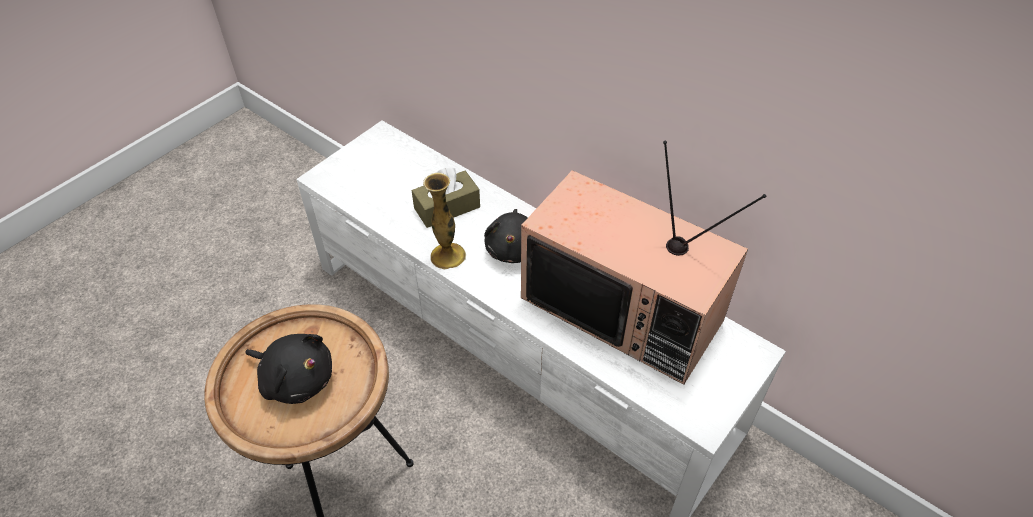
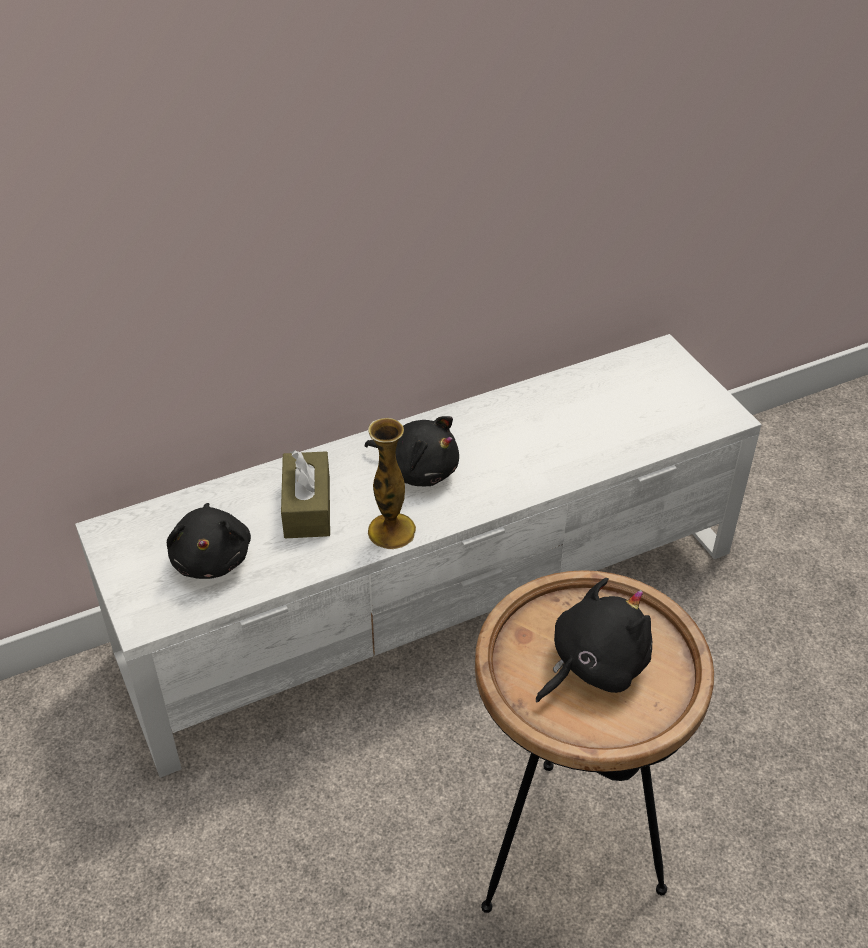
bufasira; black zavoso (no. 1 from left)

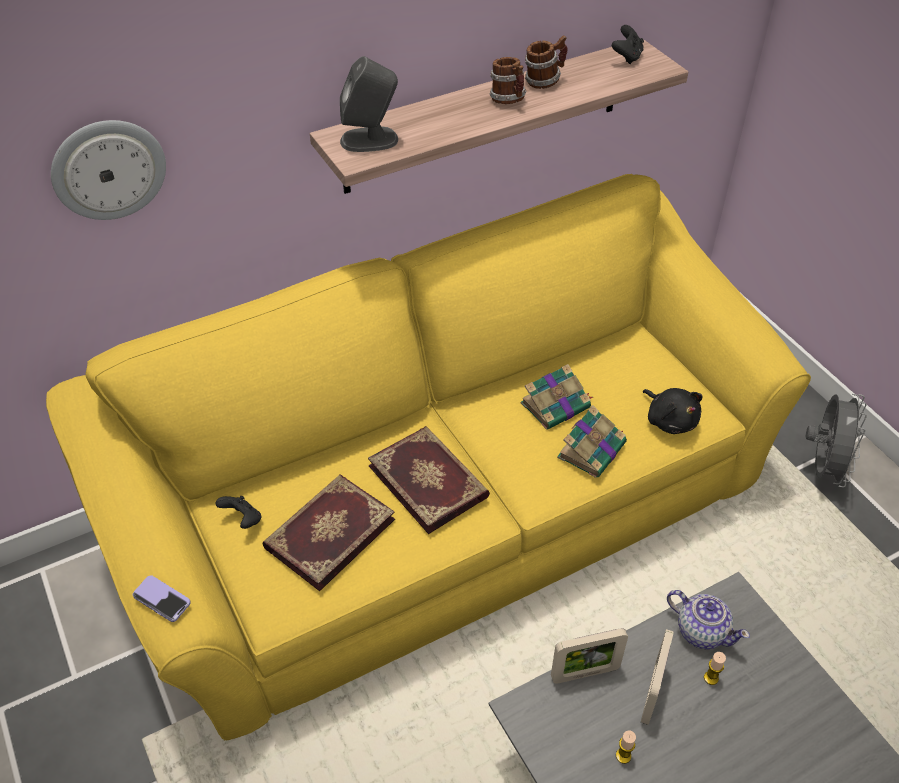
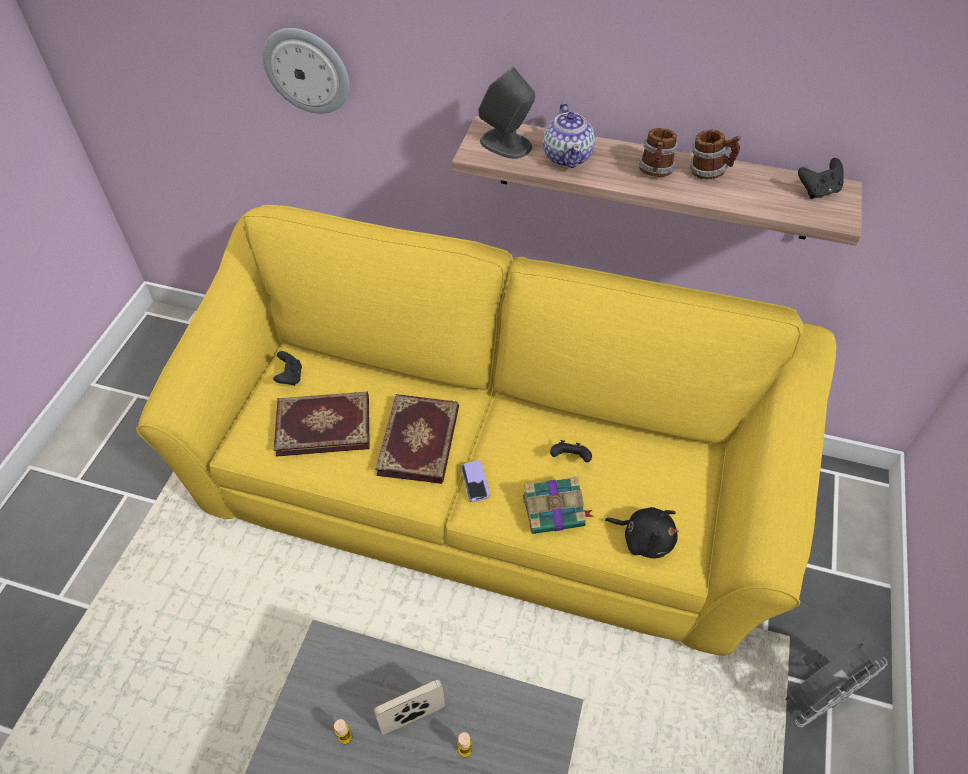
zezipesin (no. 1 from left in the first image); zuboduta; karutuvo; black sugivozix (no. 2 from left); black zavoso

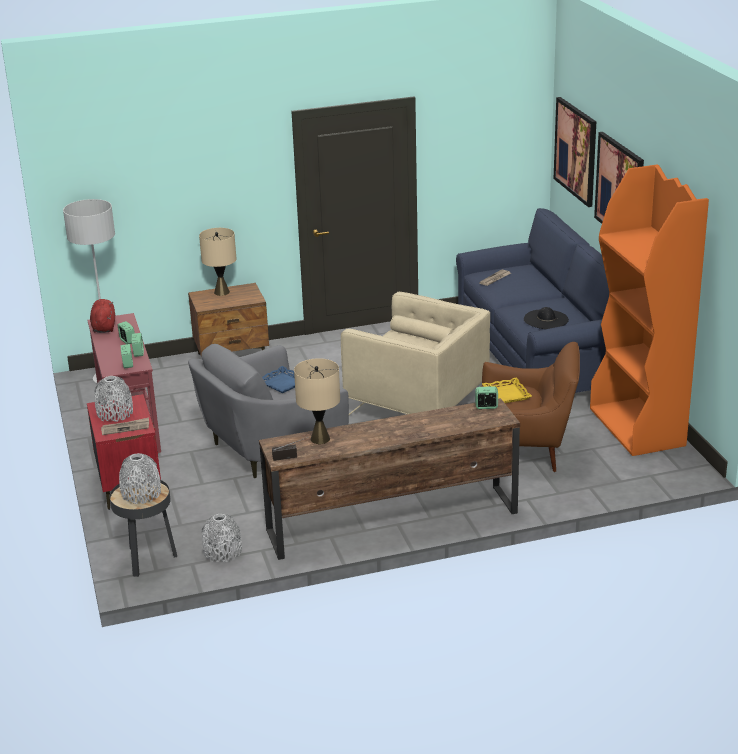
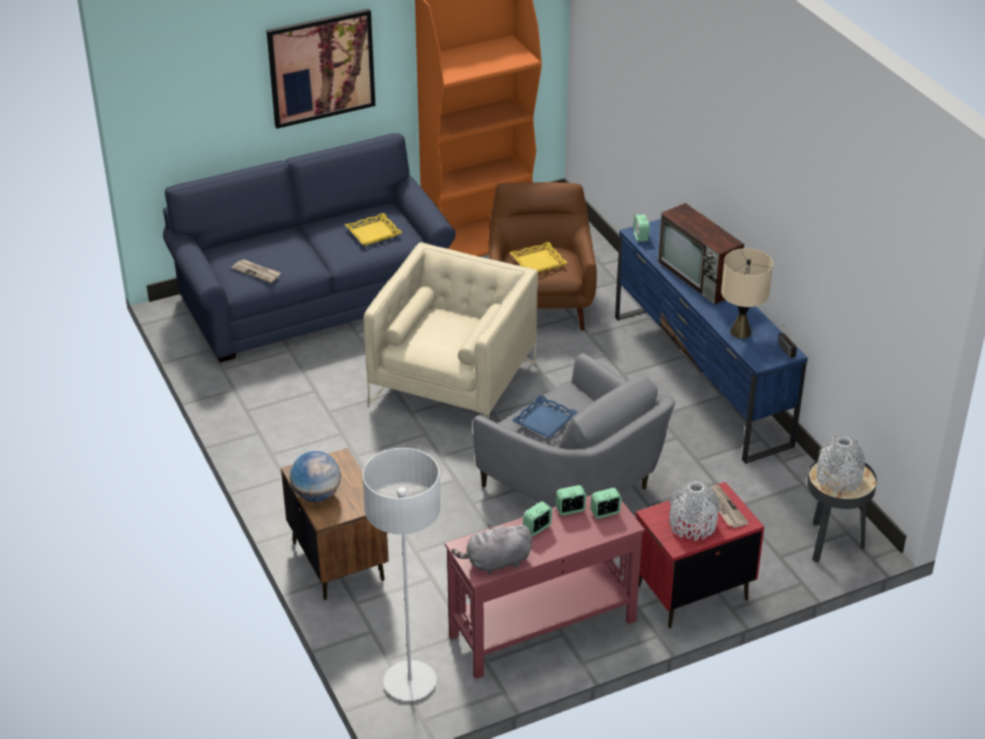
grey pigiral (no. 3 from left in the first image); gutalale (no. 1 from left in the first image); bufasira; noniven; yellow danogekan (no. 1 from left); grey zavoso; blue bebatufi

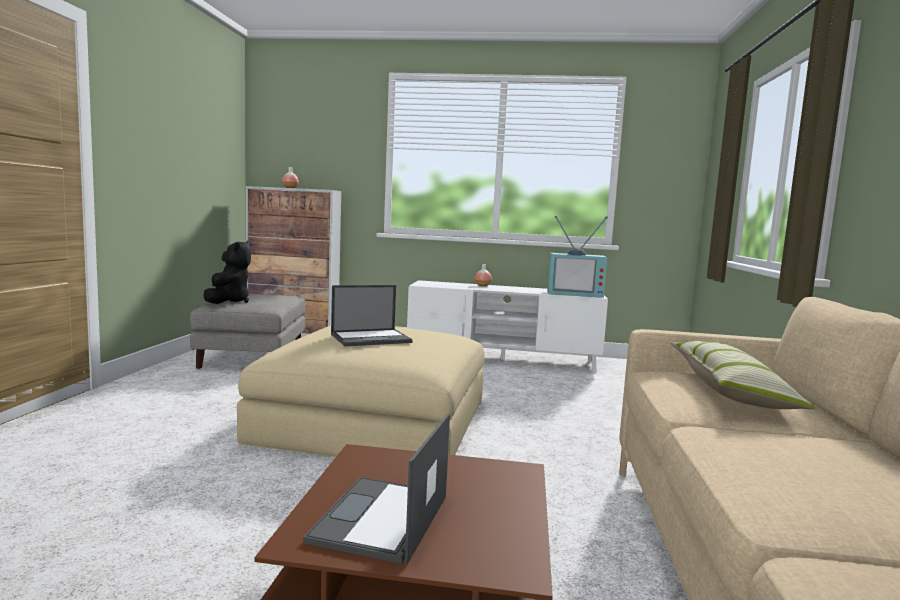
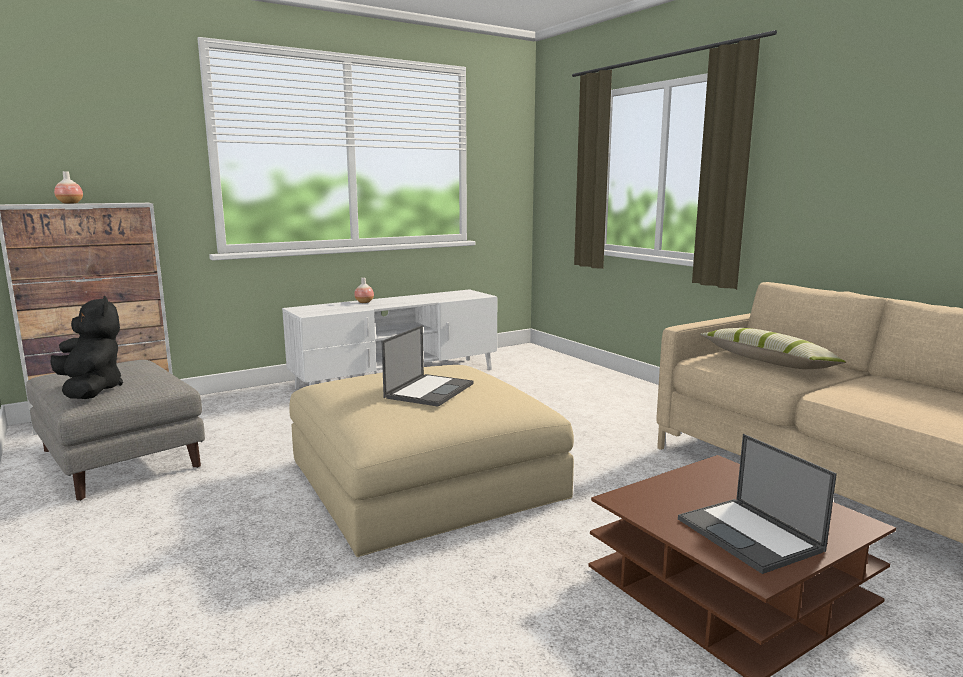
bufasira

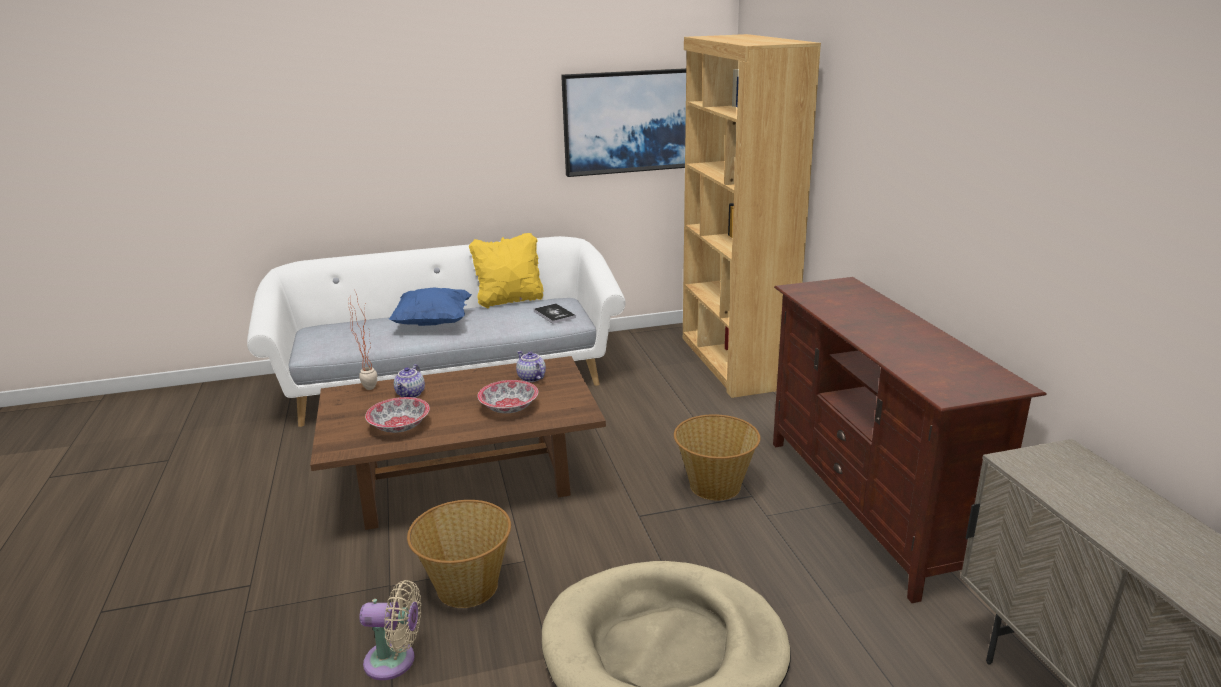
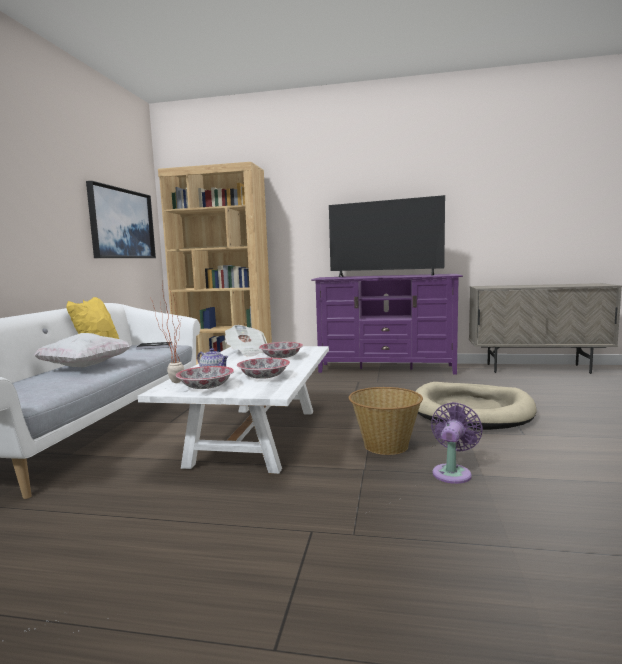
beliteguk (no. 2 from left in the first image); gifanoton (no. 1 from left); bufasira; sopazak; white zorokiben; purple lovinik; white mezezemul; purple bebatufi

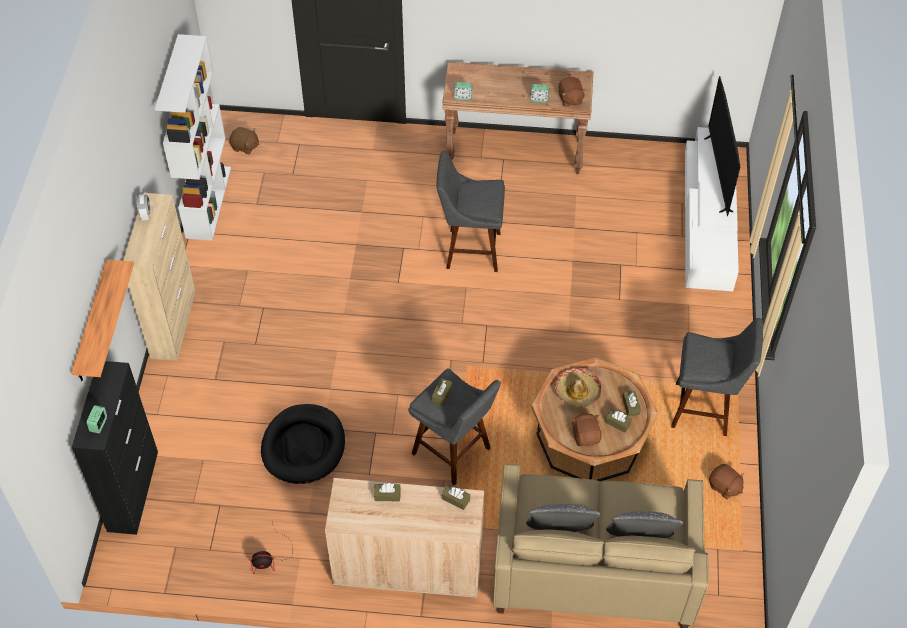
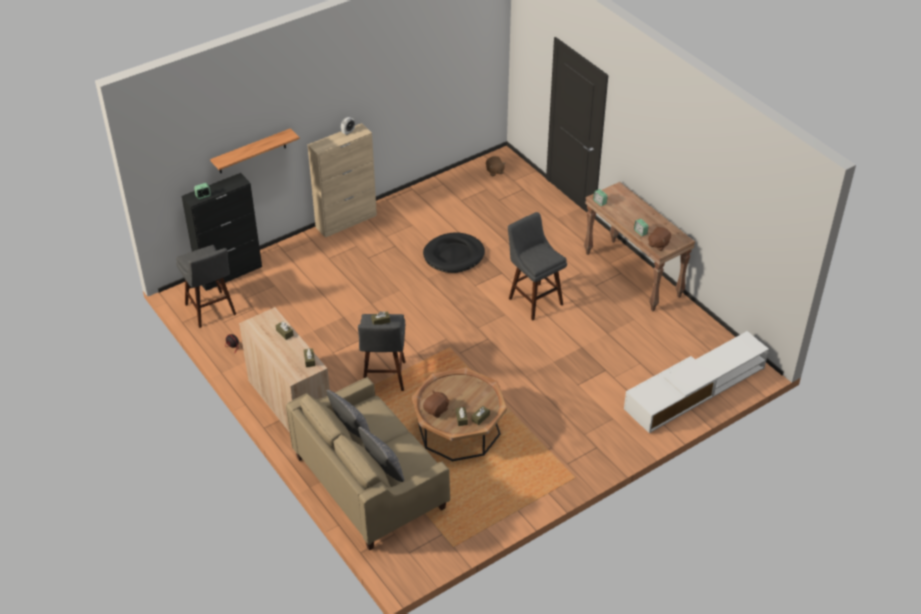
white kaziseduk; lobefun; bufasira; brown zavoso (no. 4 from left in the first image); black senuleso; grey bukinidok (no. 1 from left)

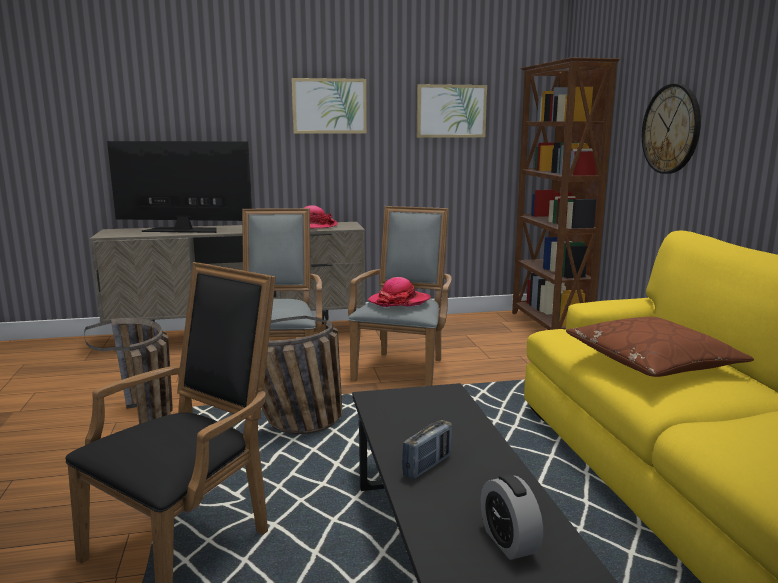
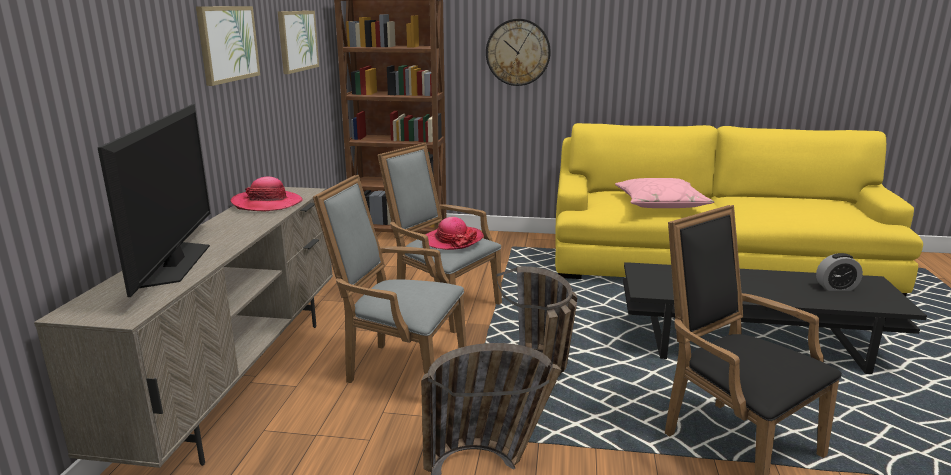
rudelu; pink mezezemul; bufasira

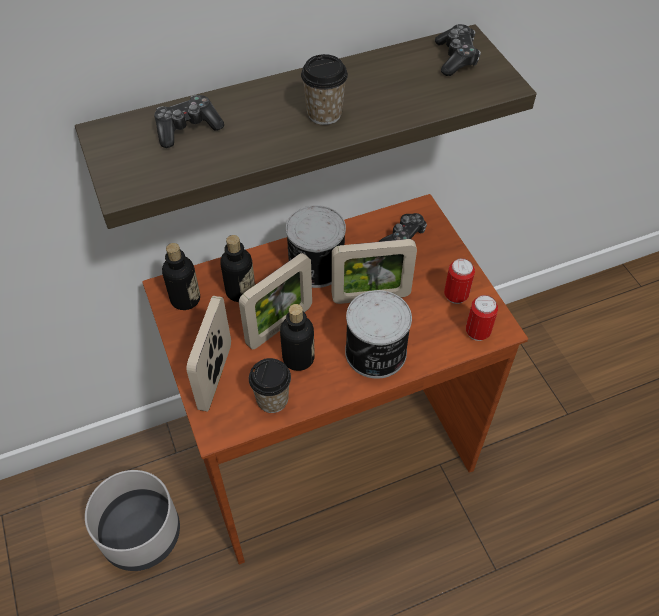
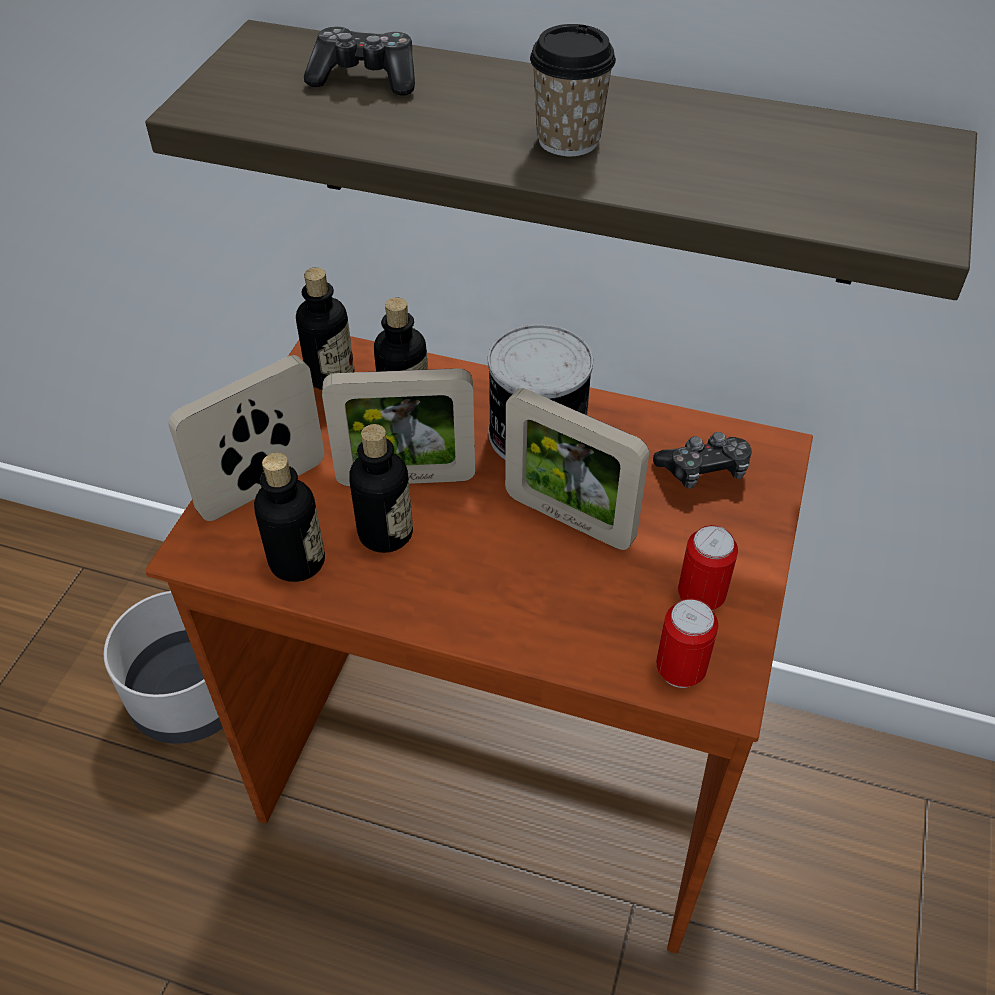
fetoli (no. 2 from left in the first image); sugivozix (no. 3 from left in the first image); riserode (no. 1 from left)

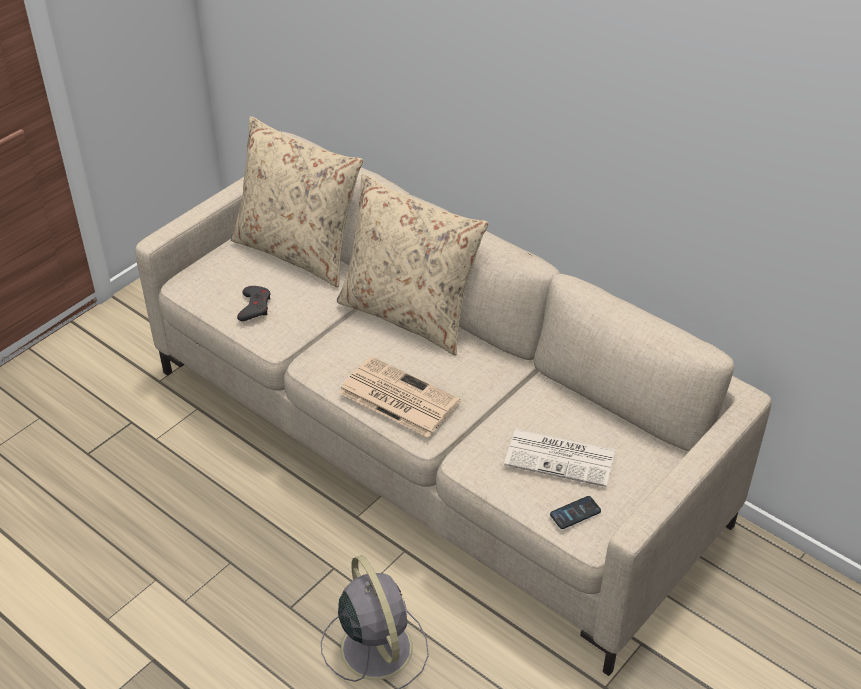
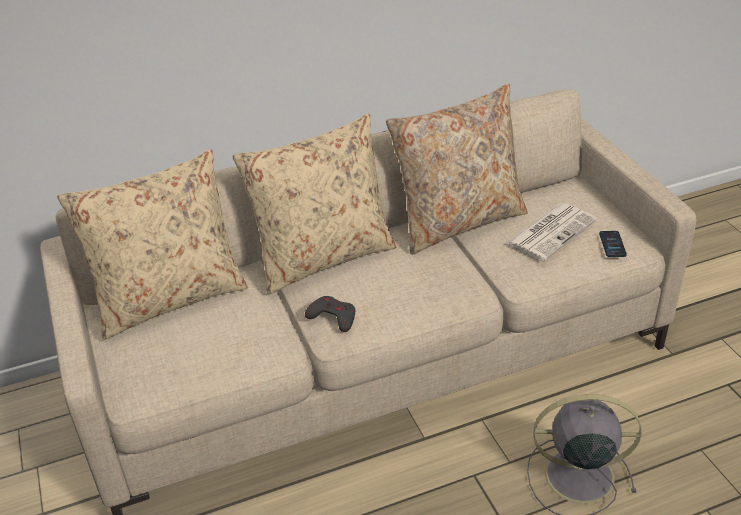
sopazak (no. 1 from left in the first image); beige mezezemul (no. 3 from left); grey sugivozix

